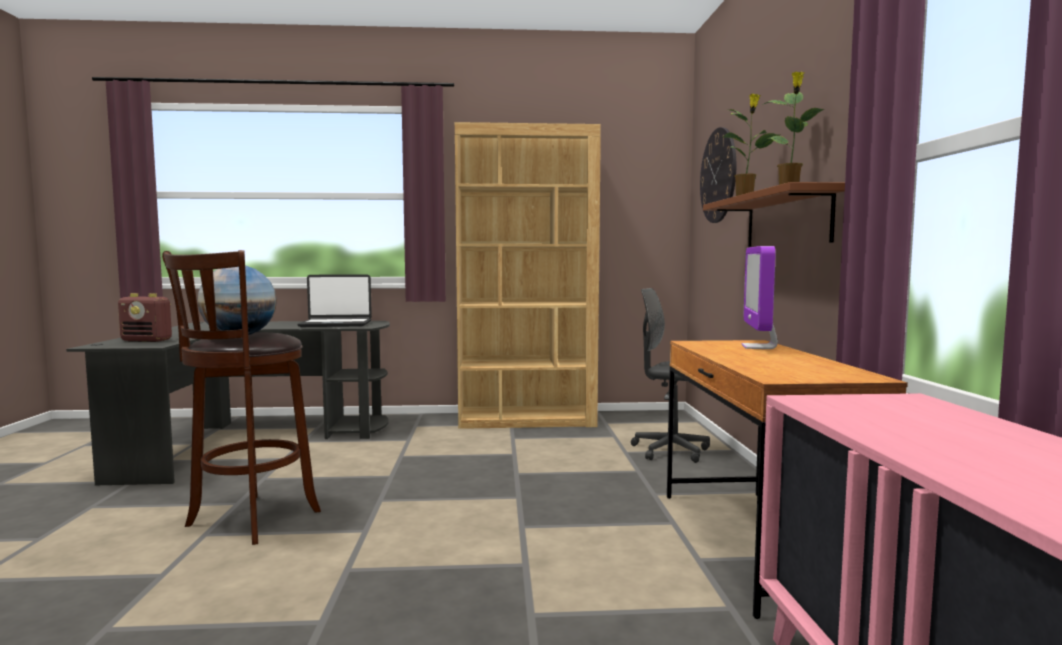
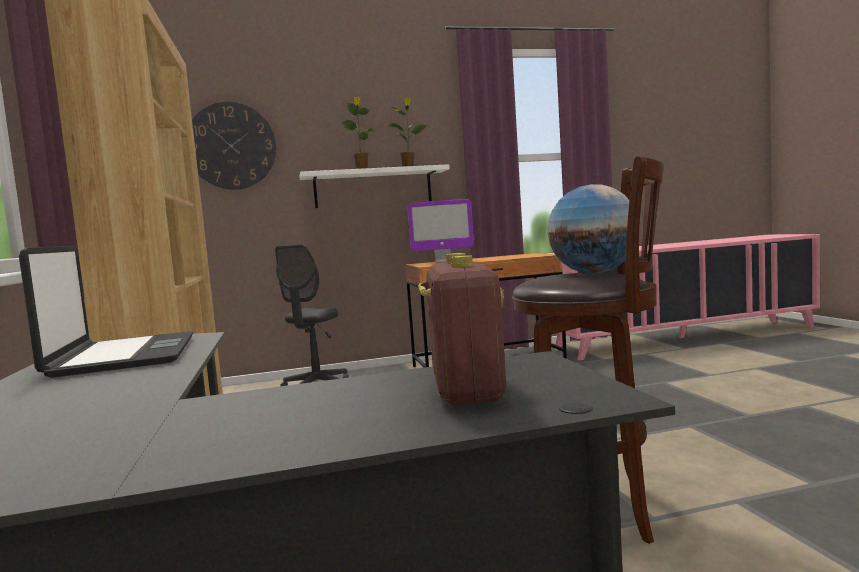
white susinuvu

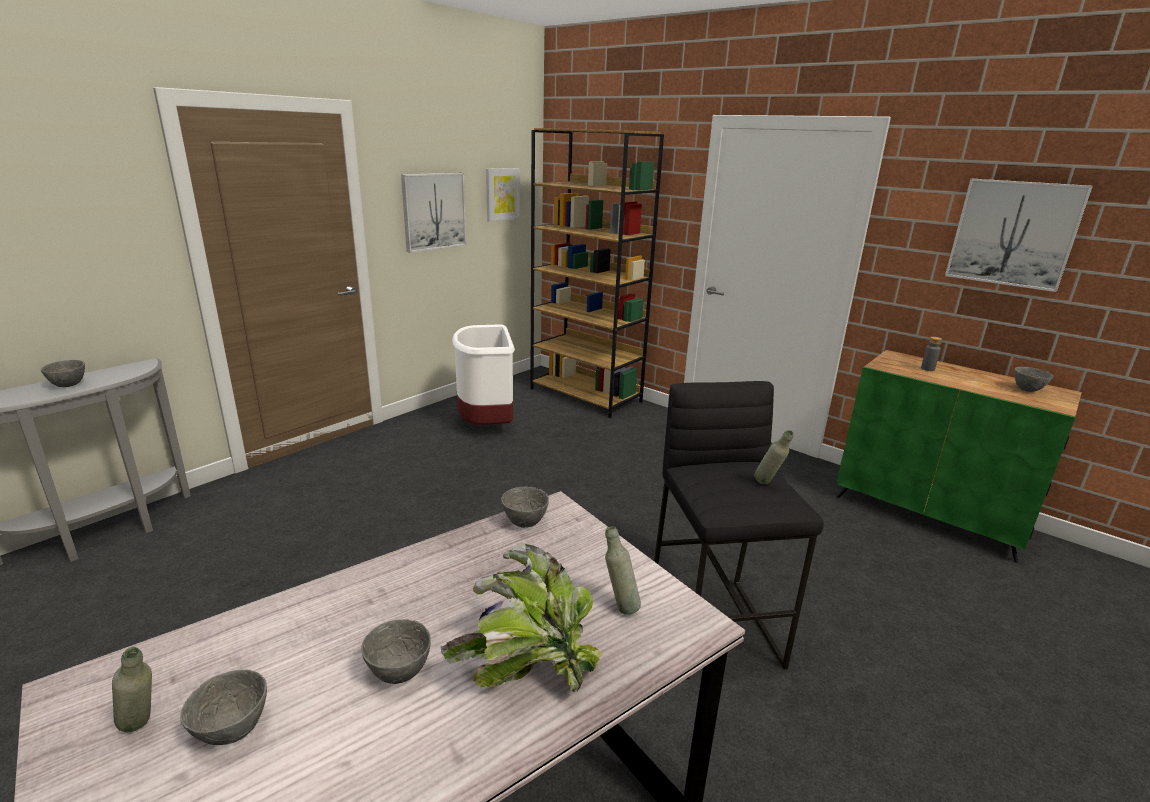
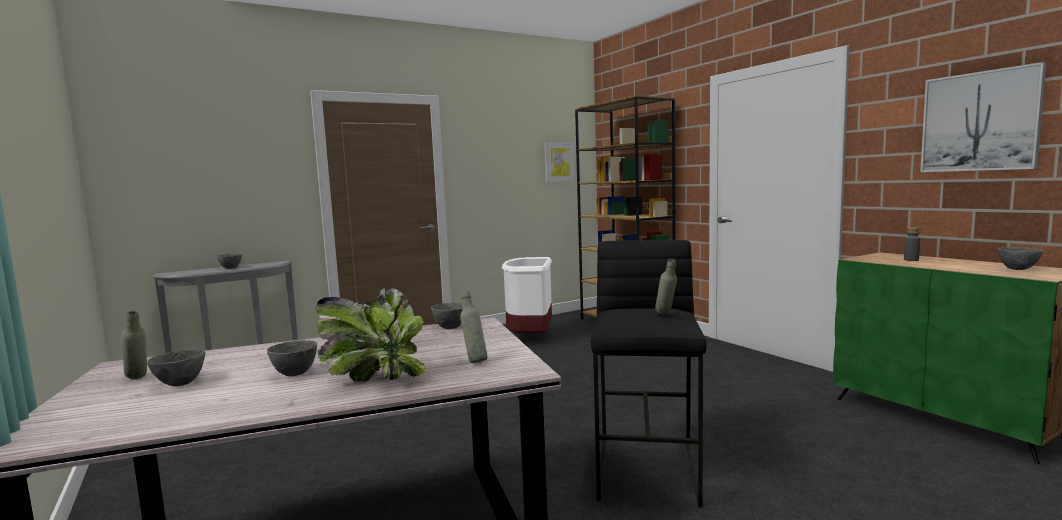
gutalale (no. 1 from left in the first image)

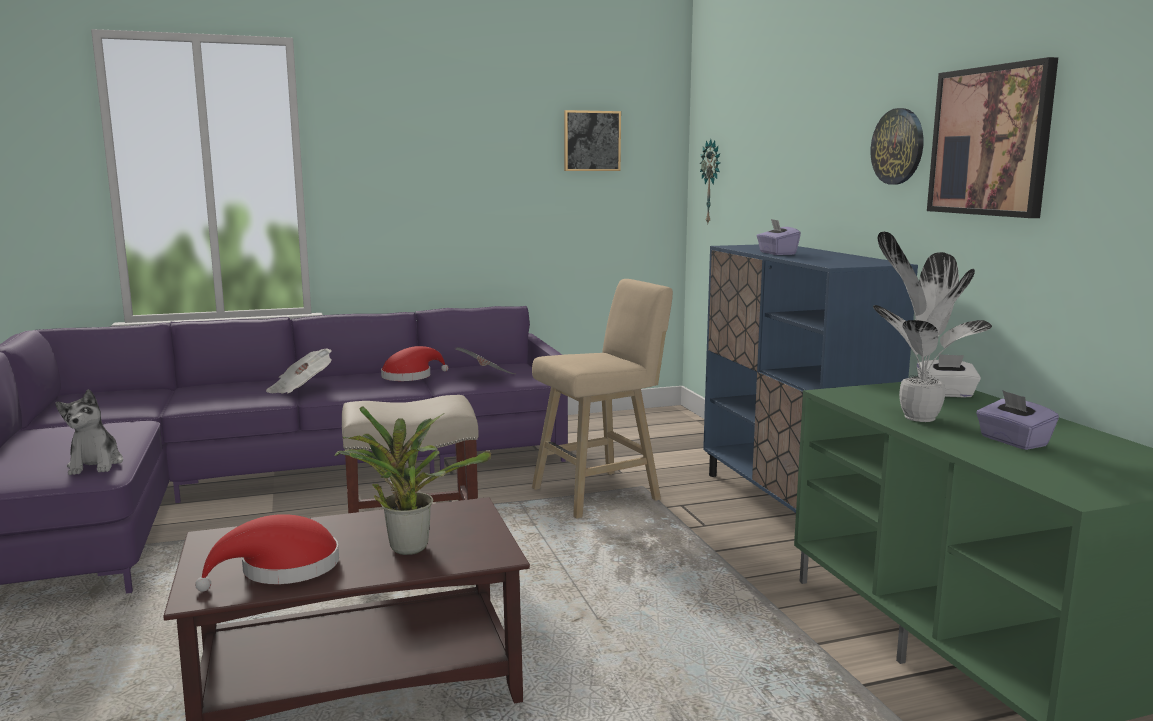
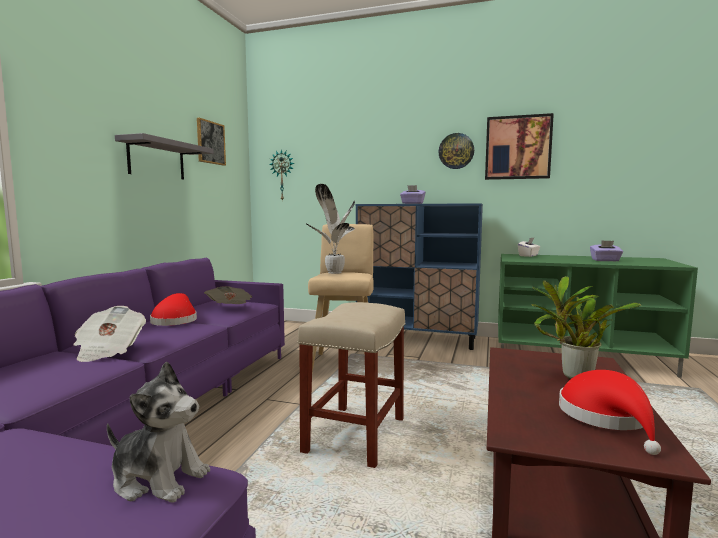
grey susinuvu; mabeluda (no. 1 from left)

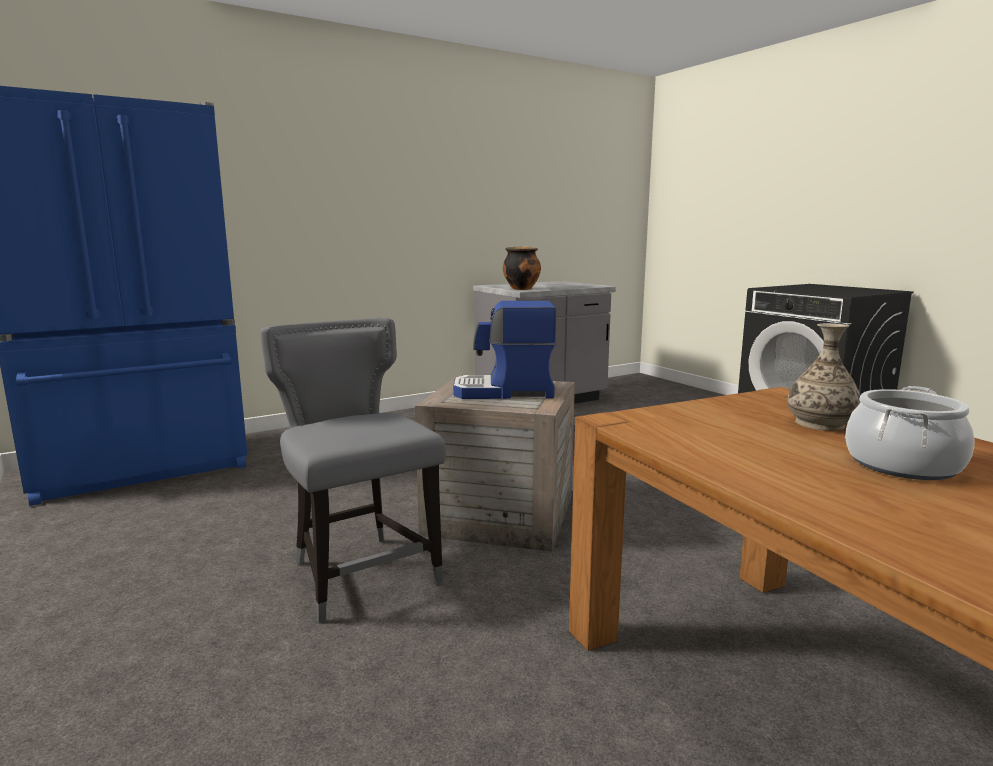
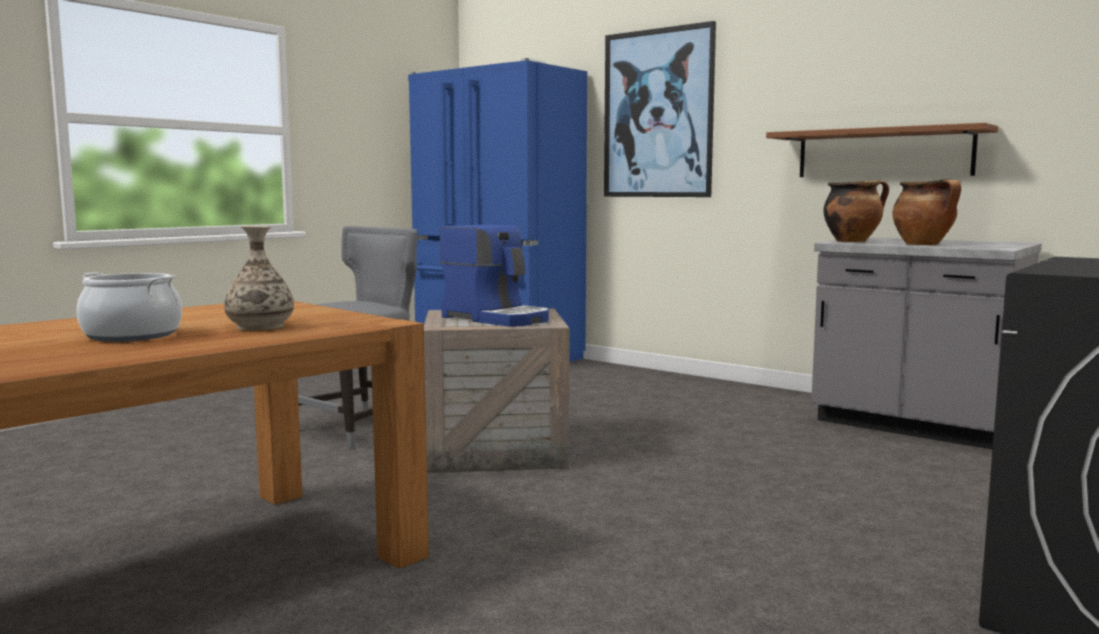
gutalale; brown susinuvu; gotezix (no. 3 from left); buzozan

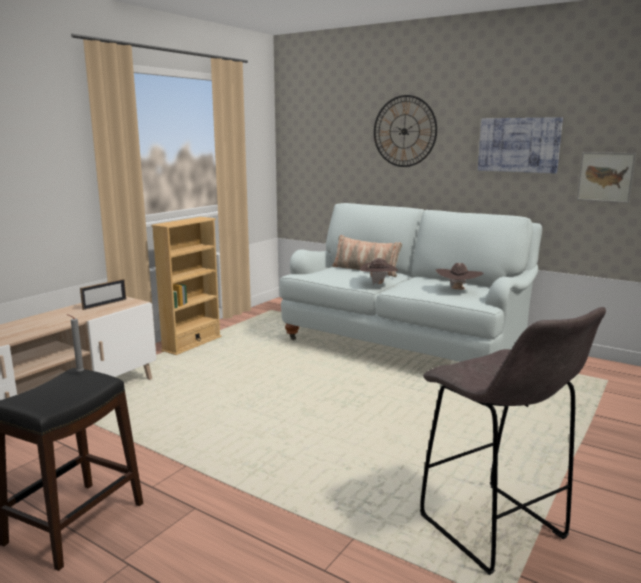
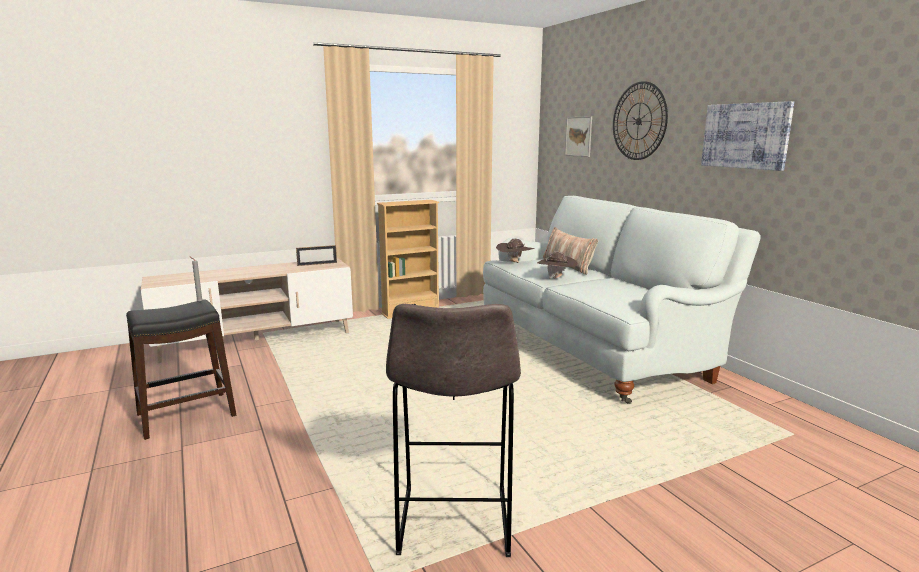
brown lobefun (no. 1 from left); gutalale (no. 1 from left)

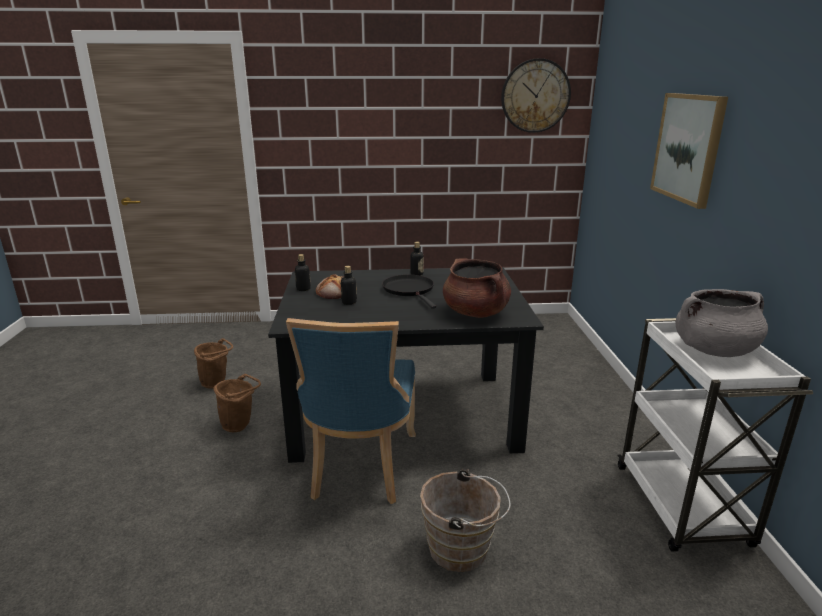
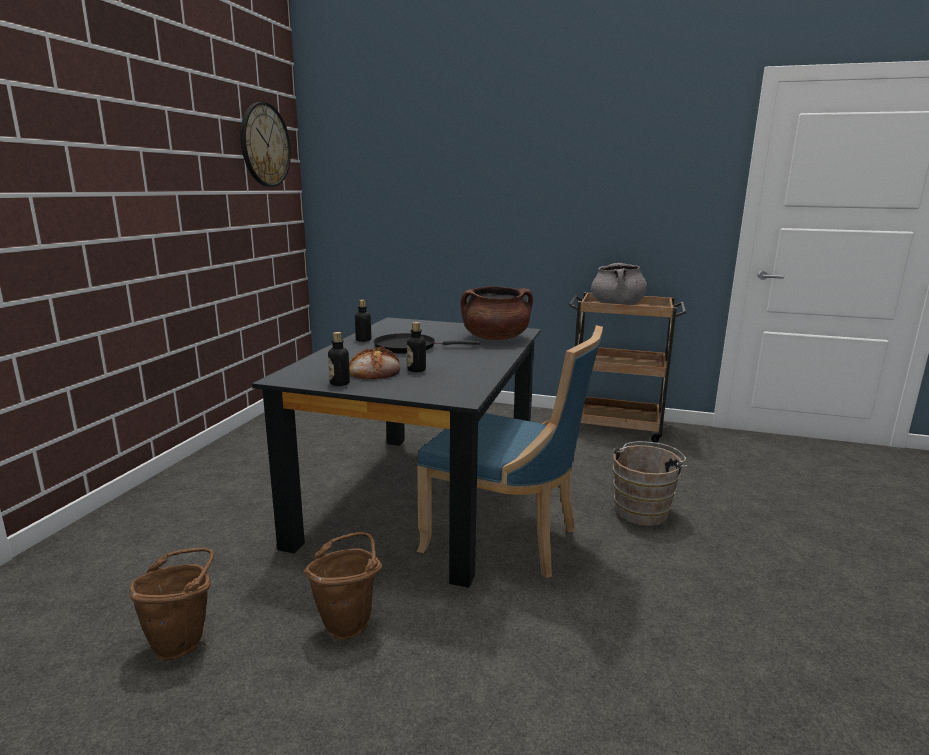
gutalale; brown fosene

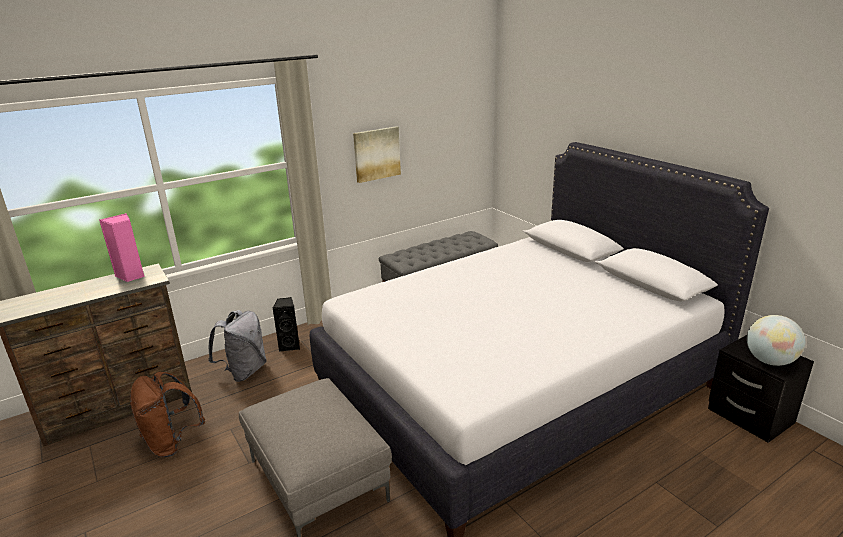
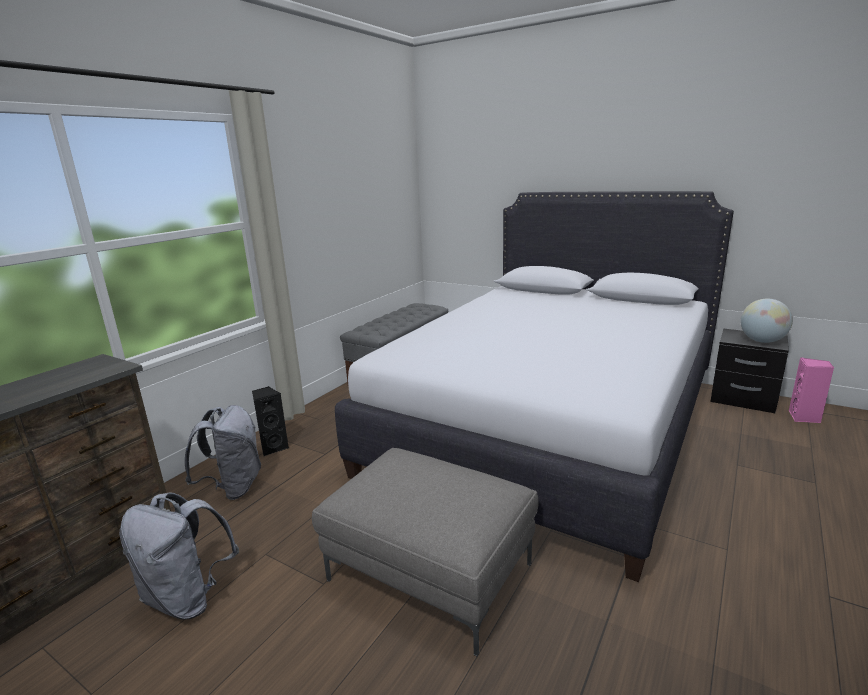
gutalale; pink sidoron; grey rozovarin (no. 1 from left)

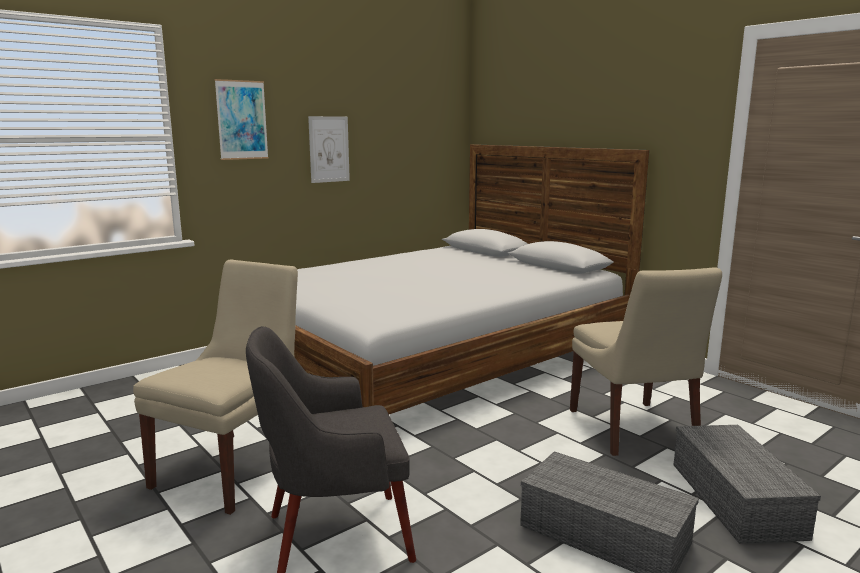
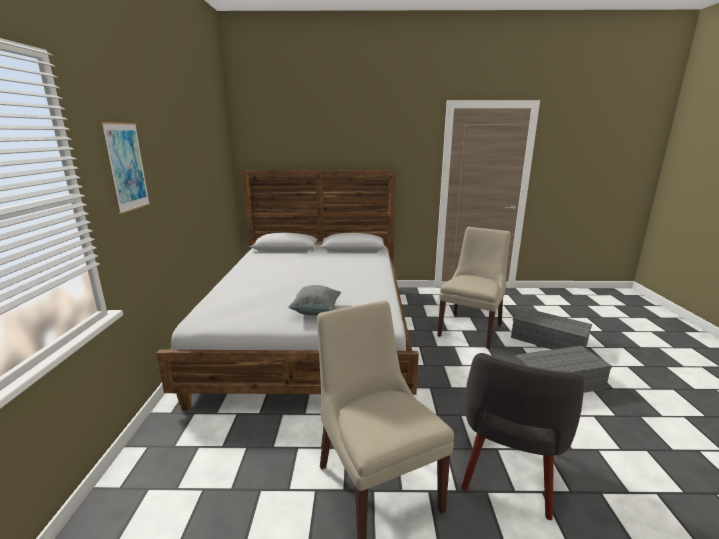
gutalale (no. 2 from left in the first image); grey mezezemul; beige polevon (no. 2 from left)

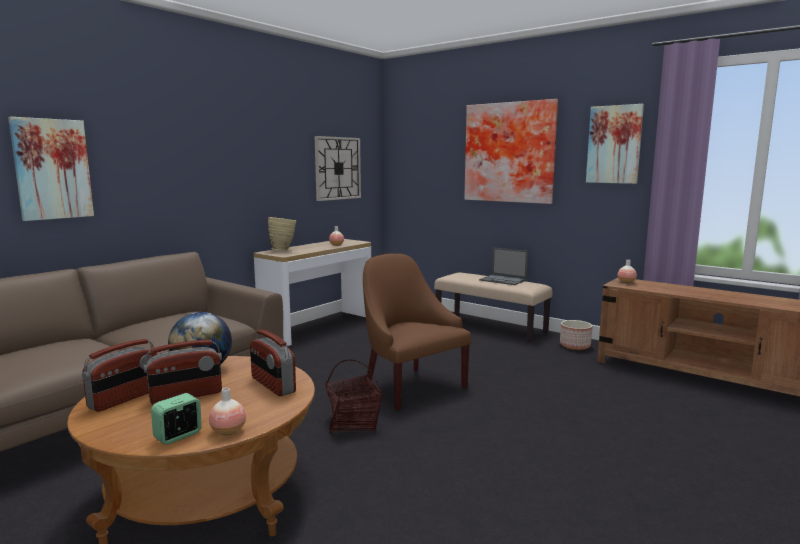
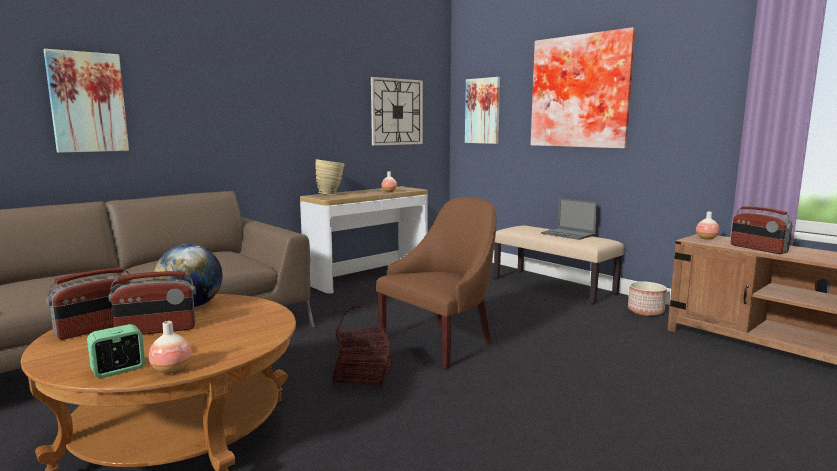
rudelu (no. 3 from left); gutalale (no. 2 from left); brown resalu

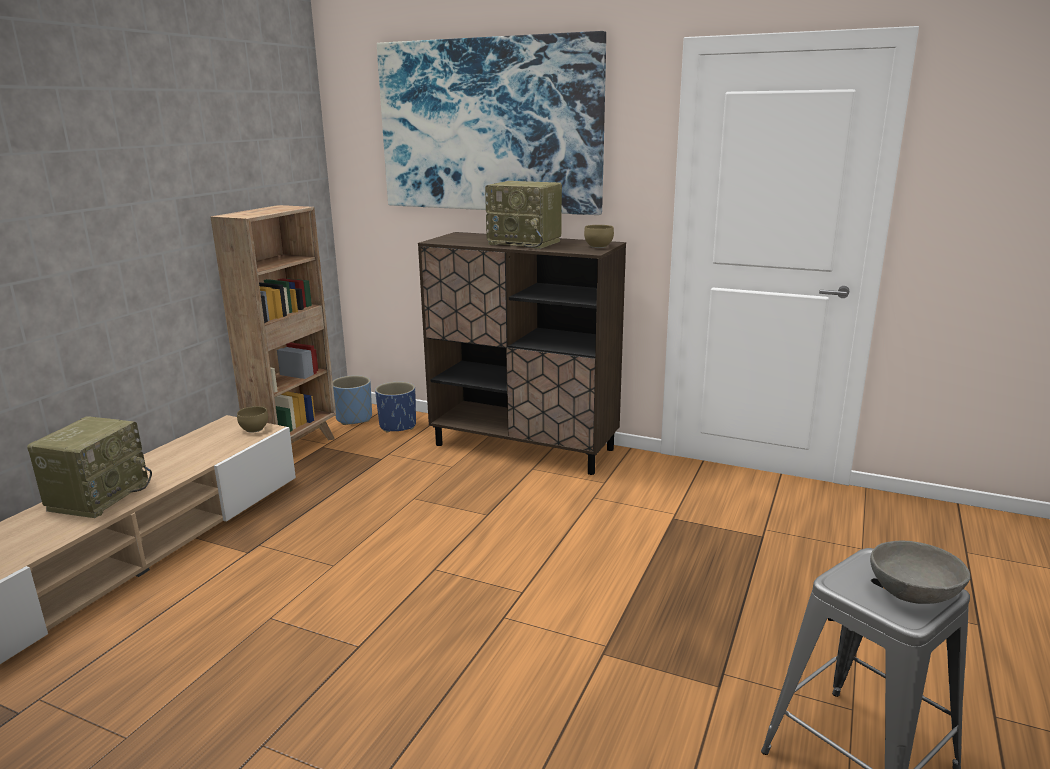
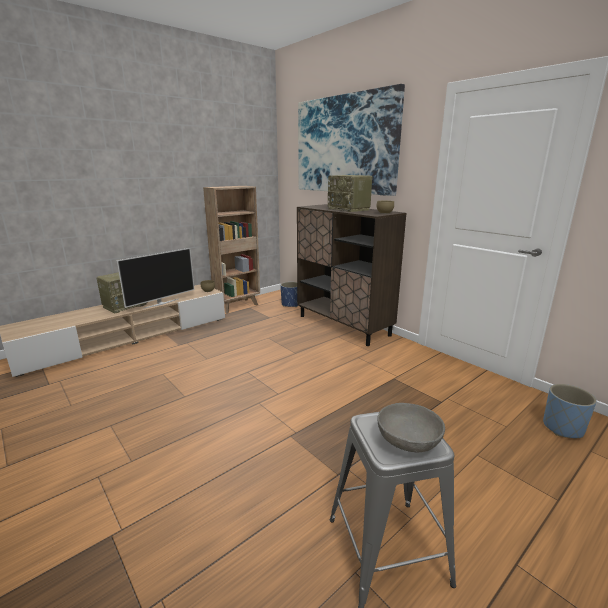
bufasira; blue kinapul (no. 2 from left)

